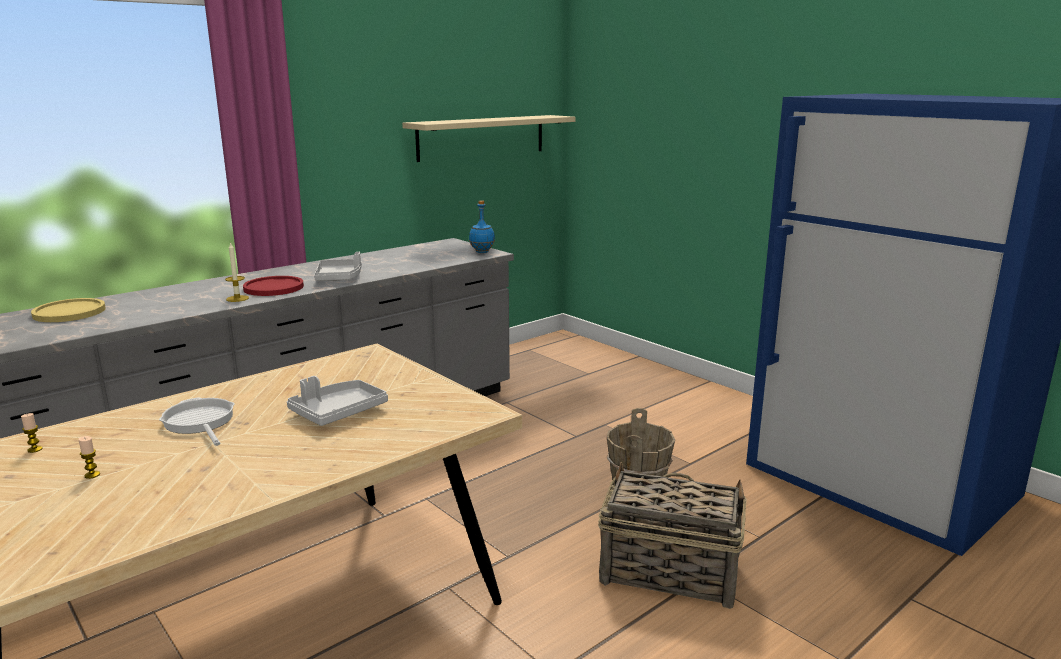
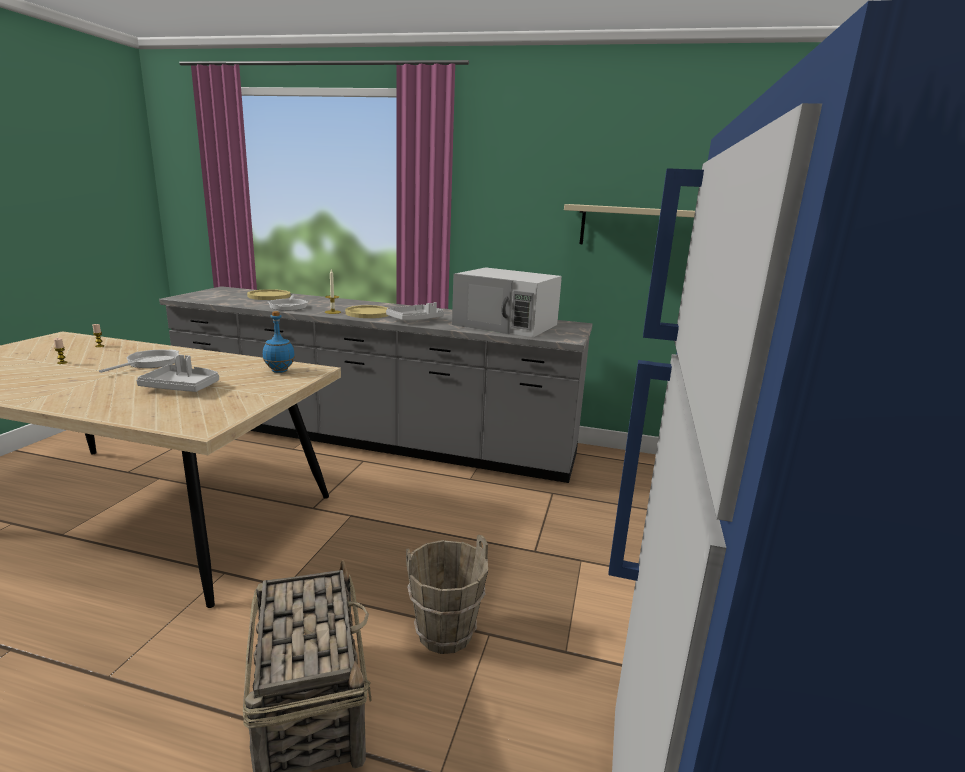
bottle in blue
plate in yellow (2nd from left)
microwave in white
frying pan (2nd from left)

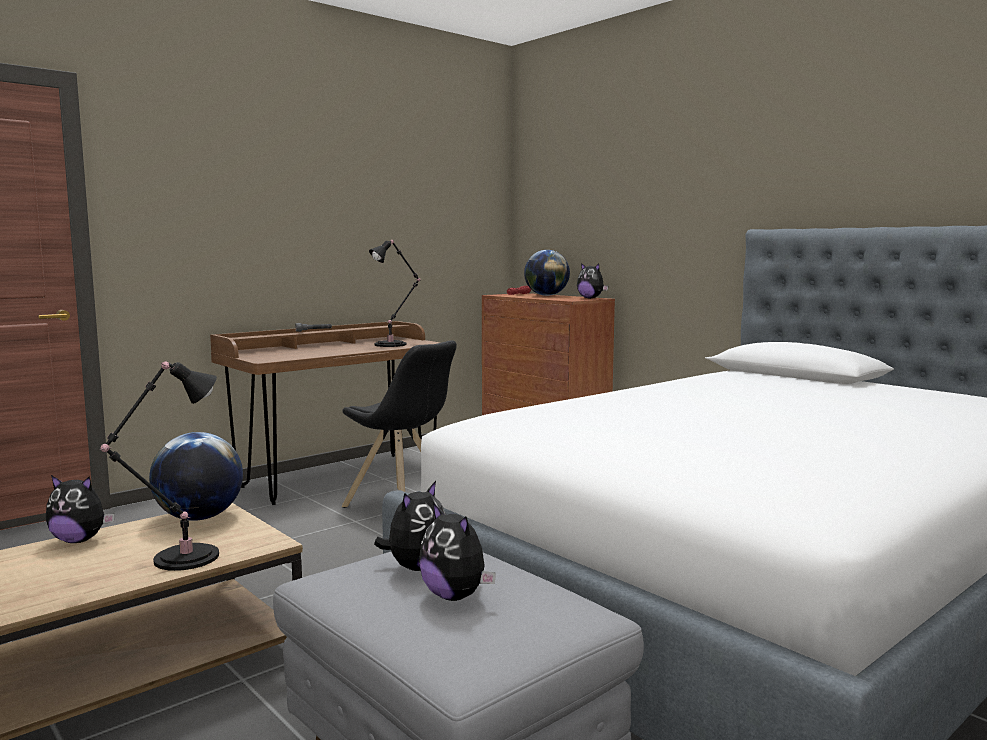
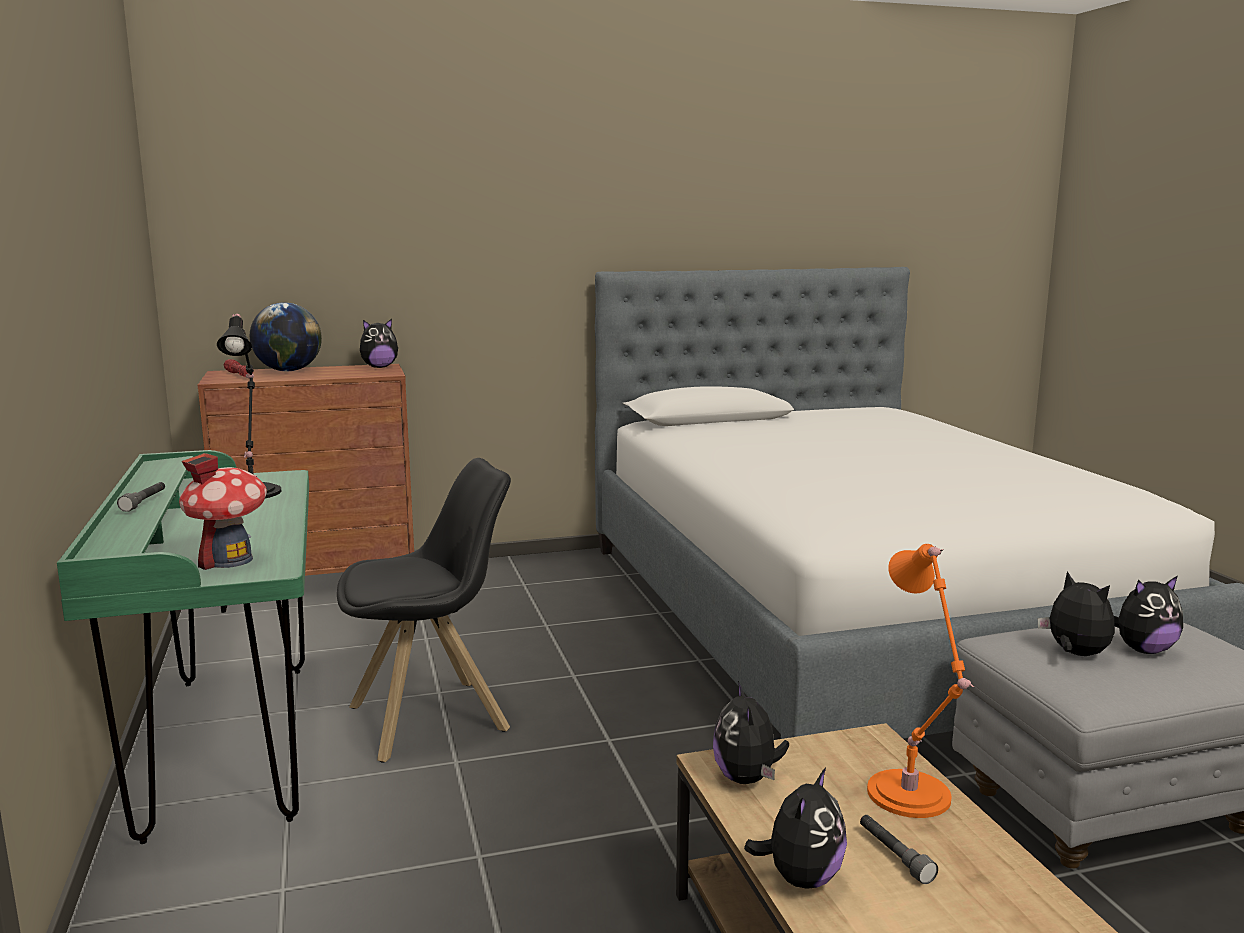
desk in green
table lamp in orange
plush toy (2nd from left)
toy house
flashlight in grey (2nd from left)

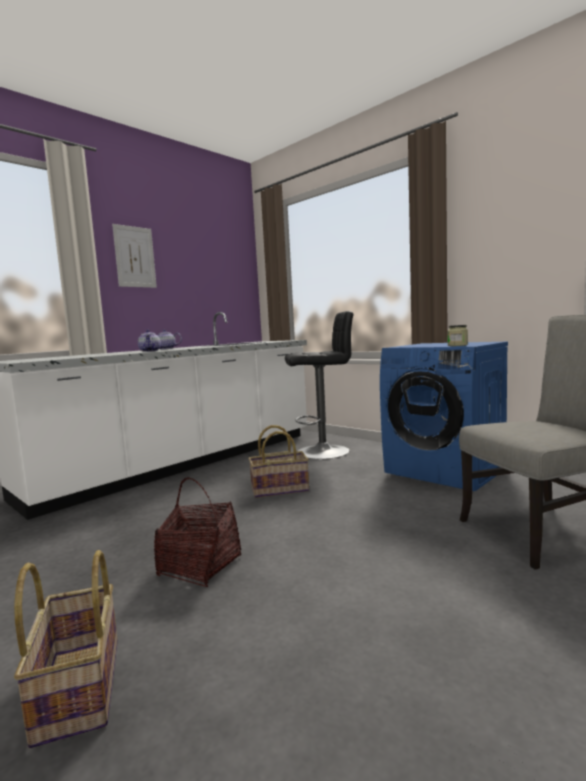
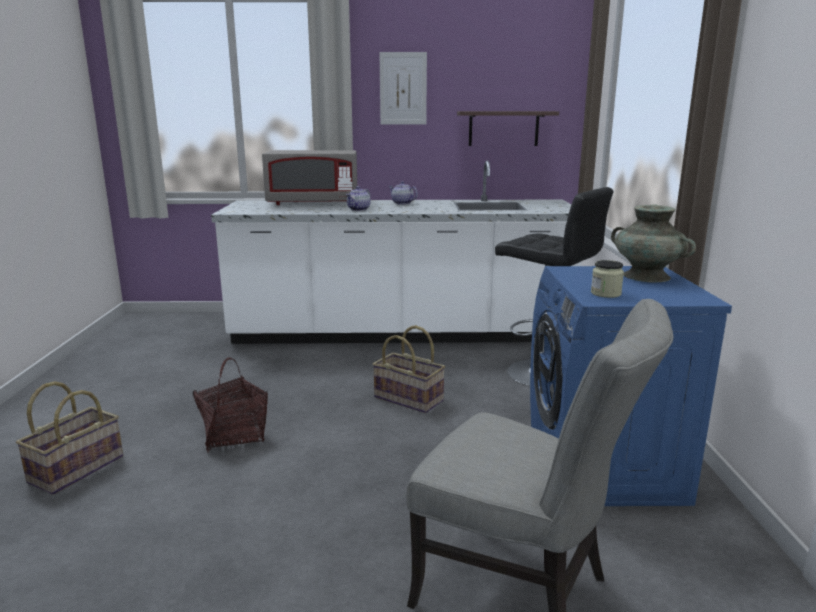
shelf
microwave in grey
vase in turquoise

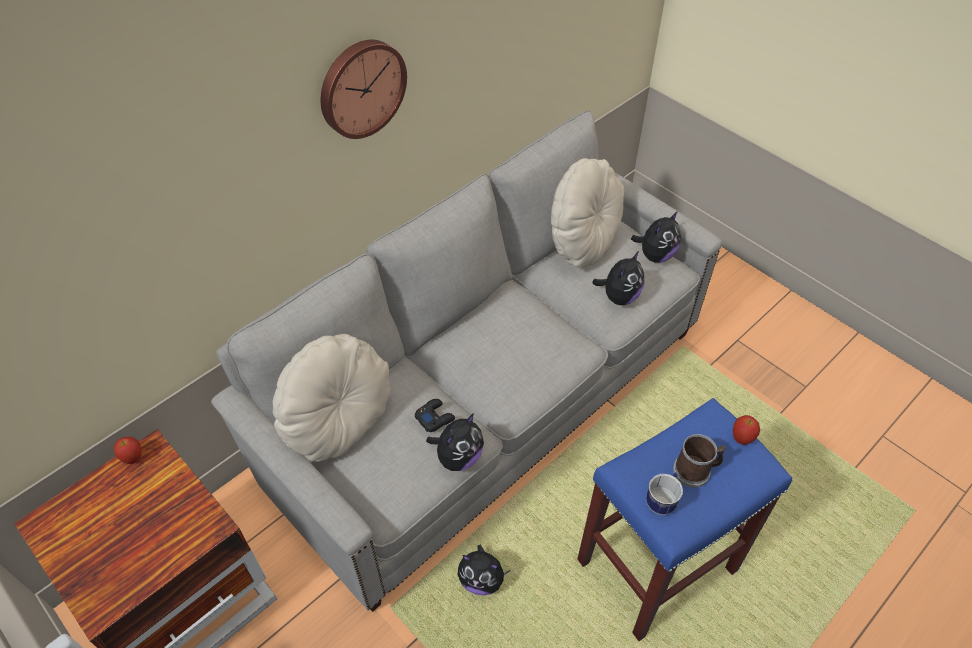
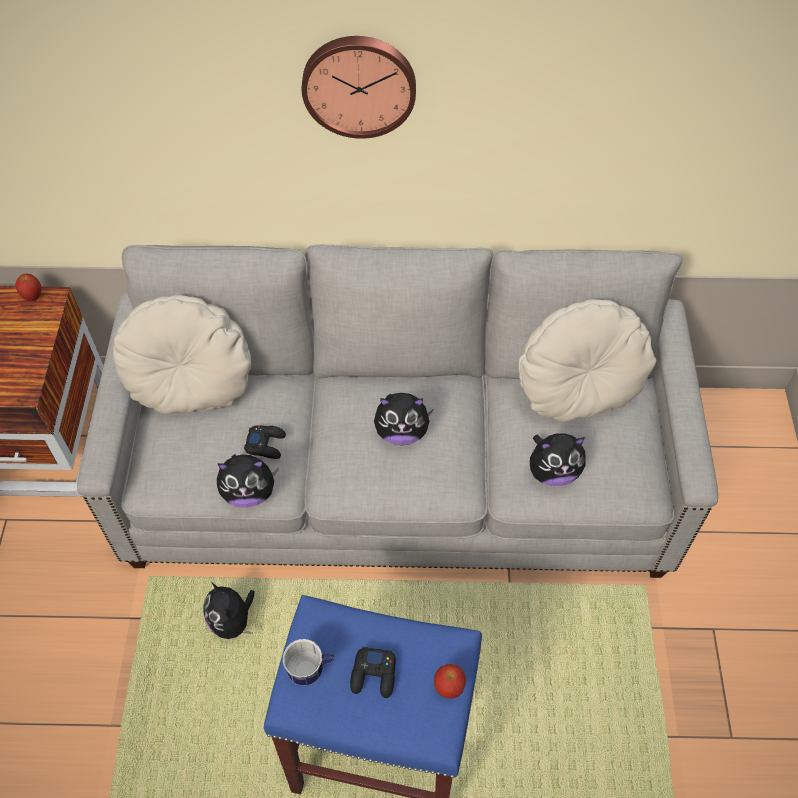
plush toy (3rd from left)
game controller in black (2nd from left)

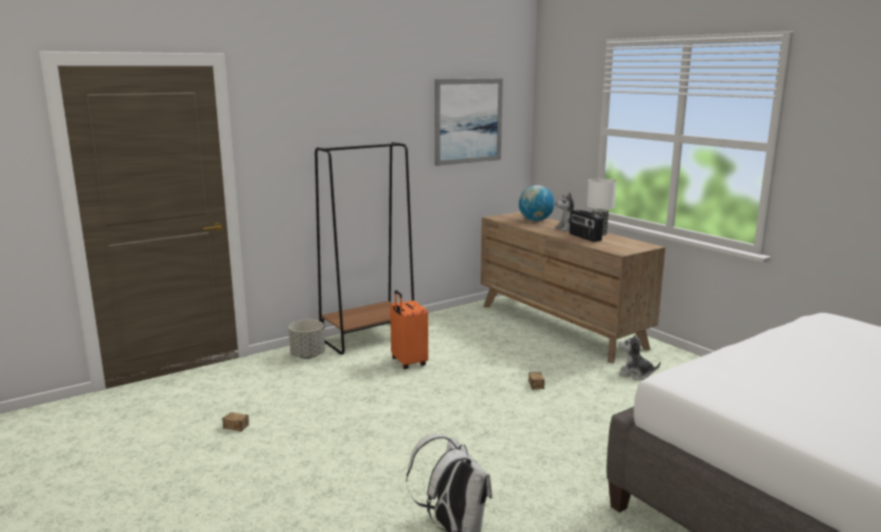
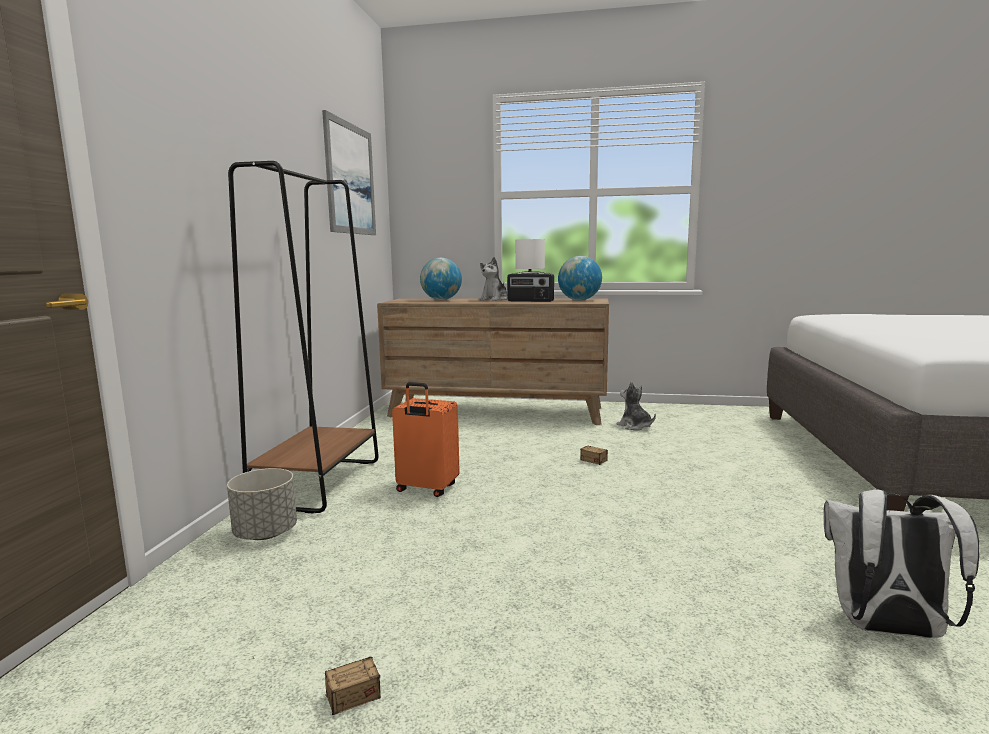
plush toy (2nd from left)
globe (2nd from left)

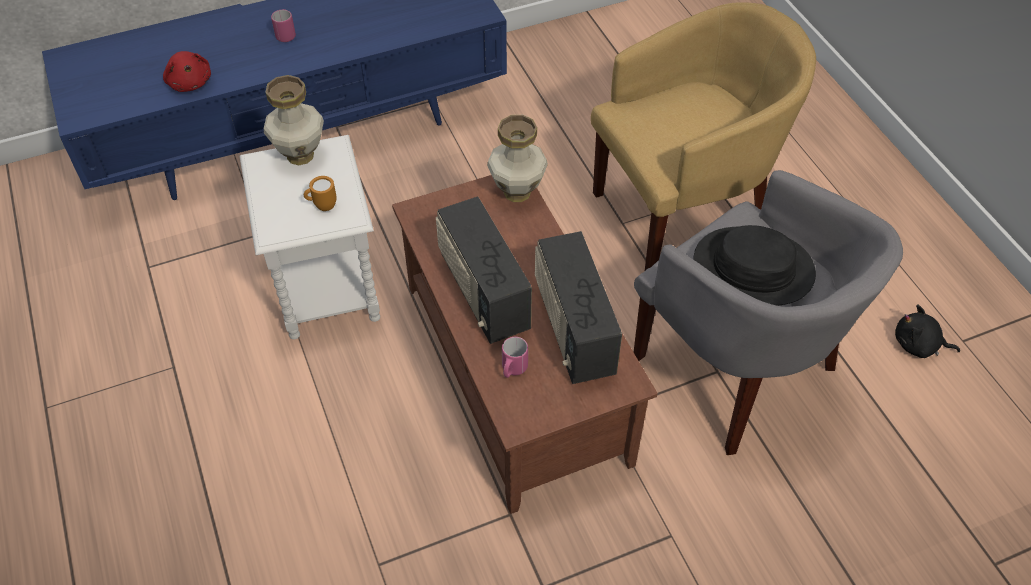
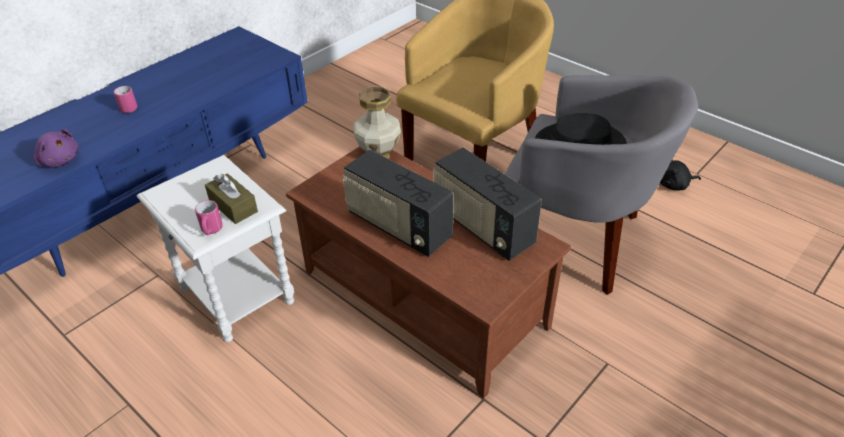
plush toy in purple
vase (1st from left in the first image)
tissue box in brown
mug in pink (2nd from left)

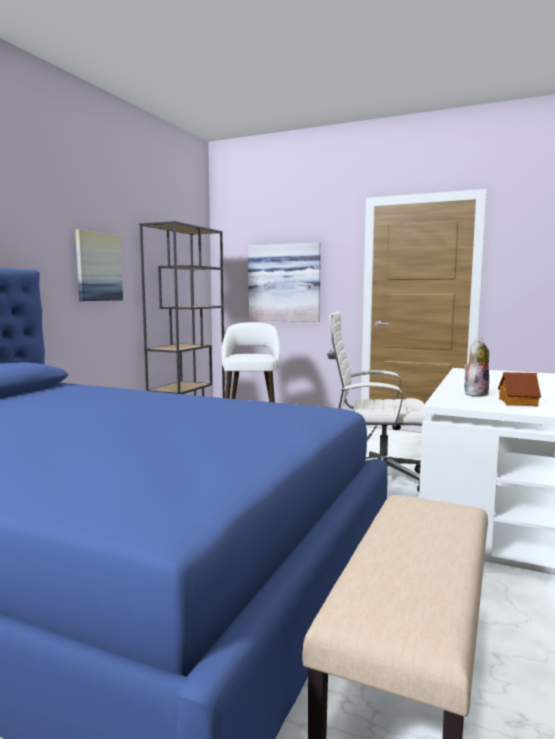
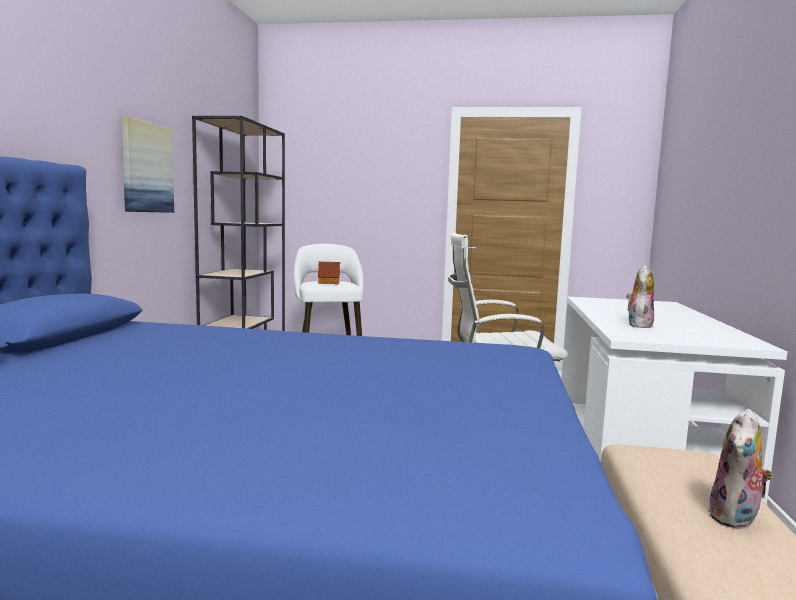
picture (2nd from left in the first image)
toy house
plush toy (2nd from left)

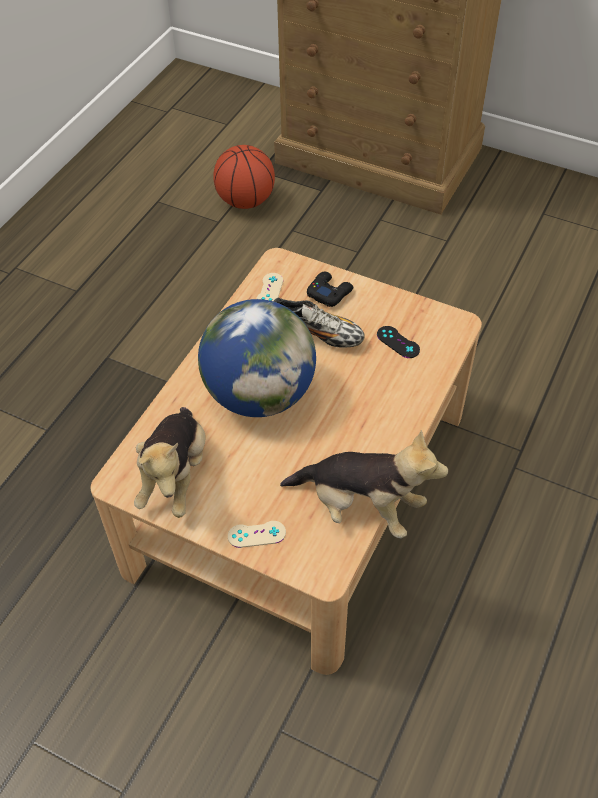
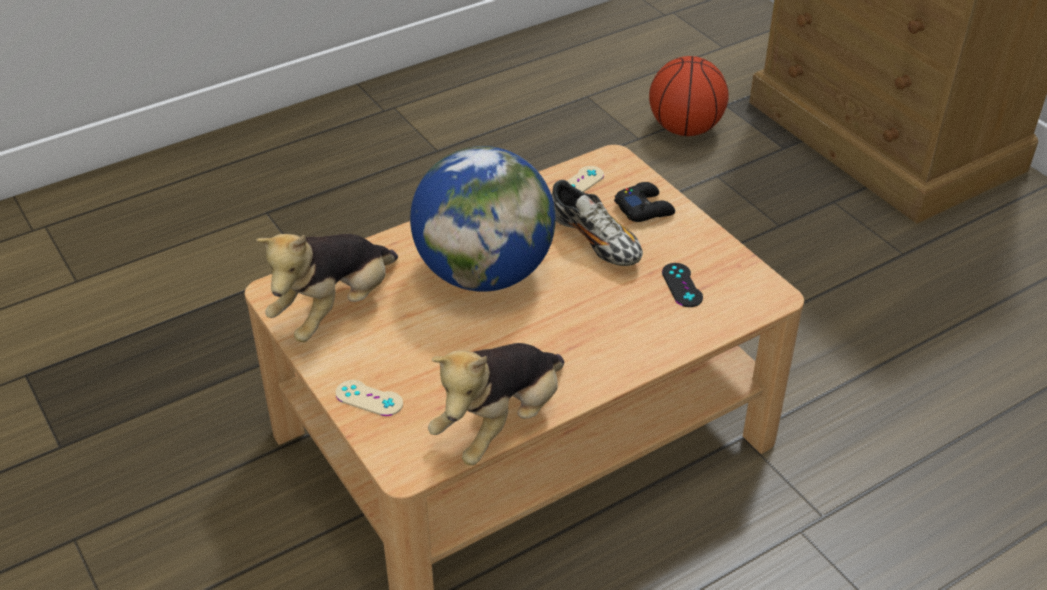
plush toy (2nd from left)

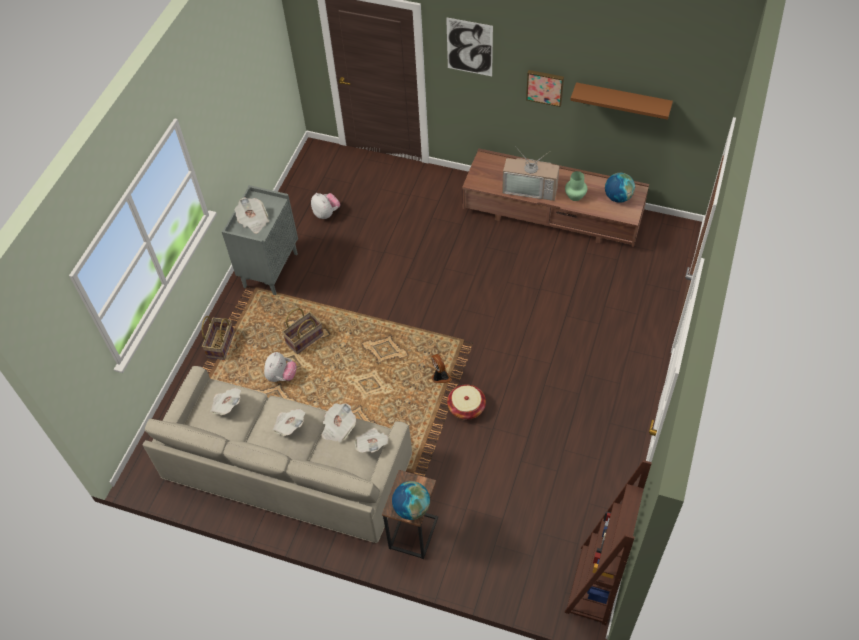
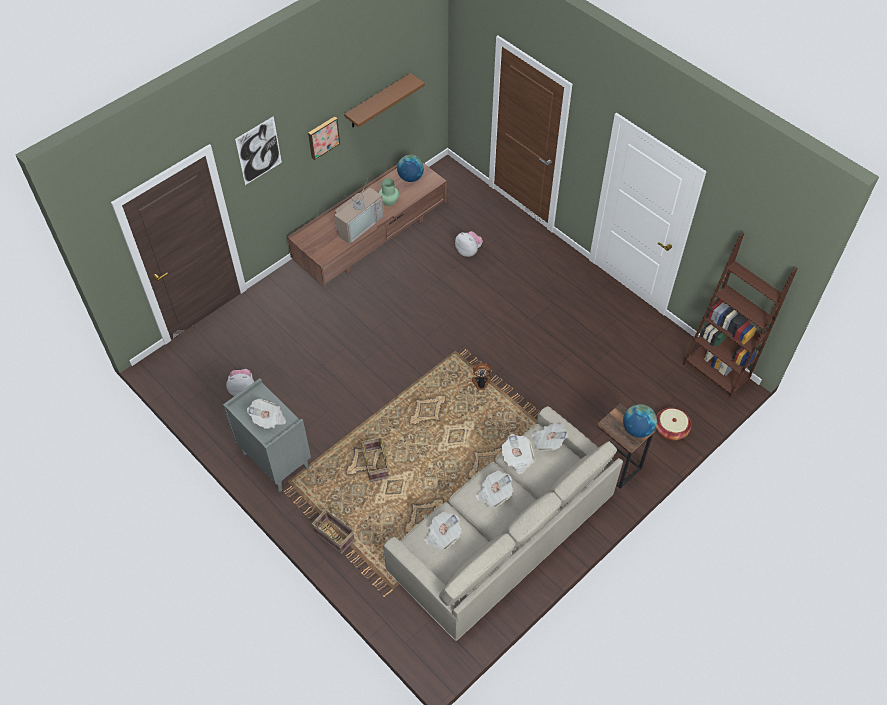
plush toy (2nd from left)
basket (3rd from left)

